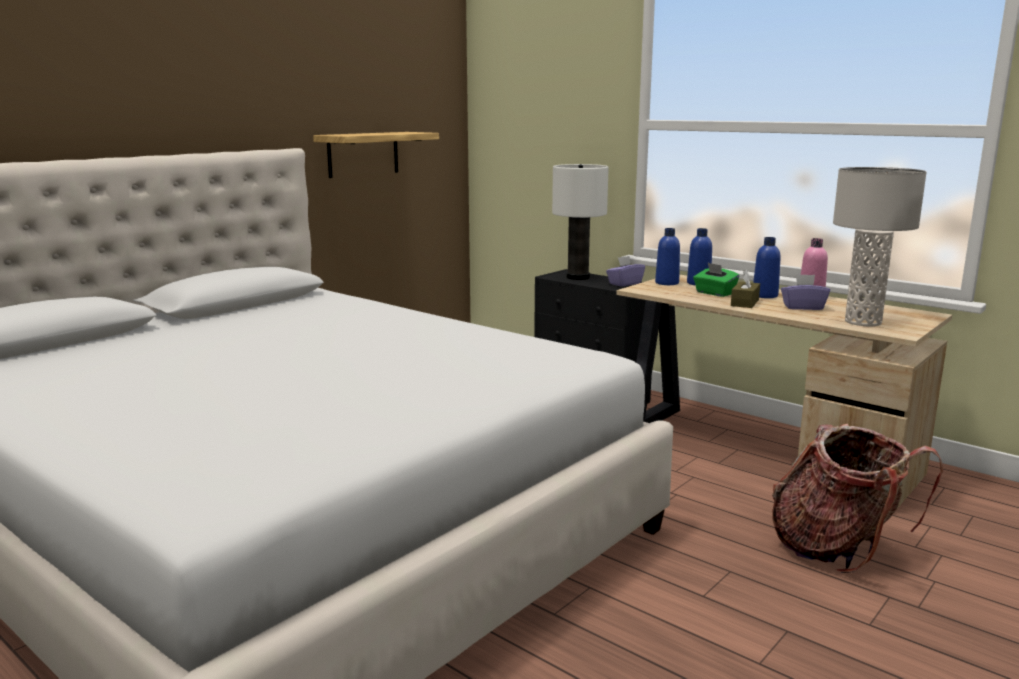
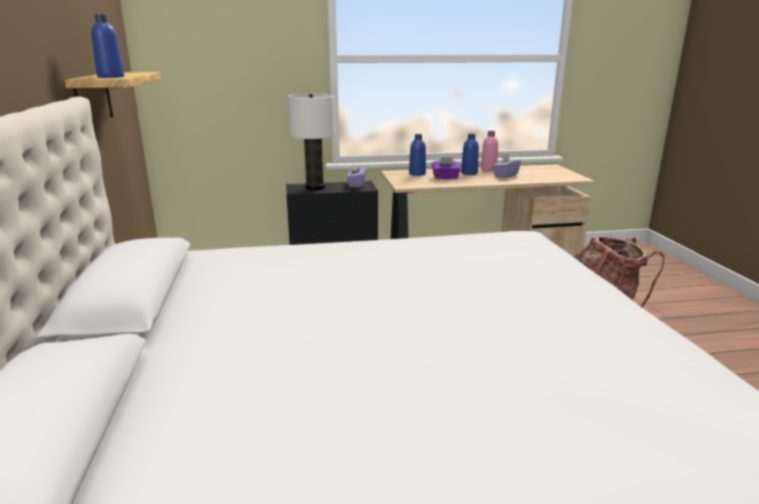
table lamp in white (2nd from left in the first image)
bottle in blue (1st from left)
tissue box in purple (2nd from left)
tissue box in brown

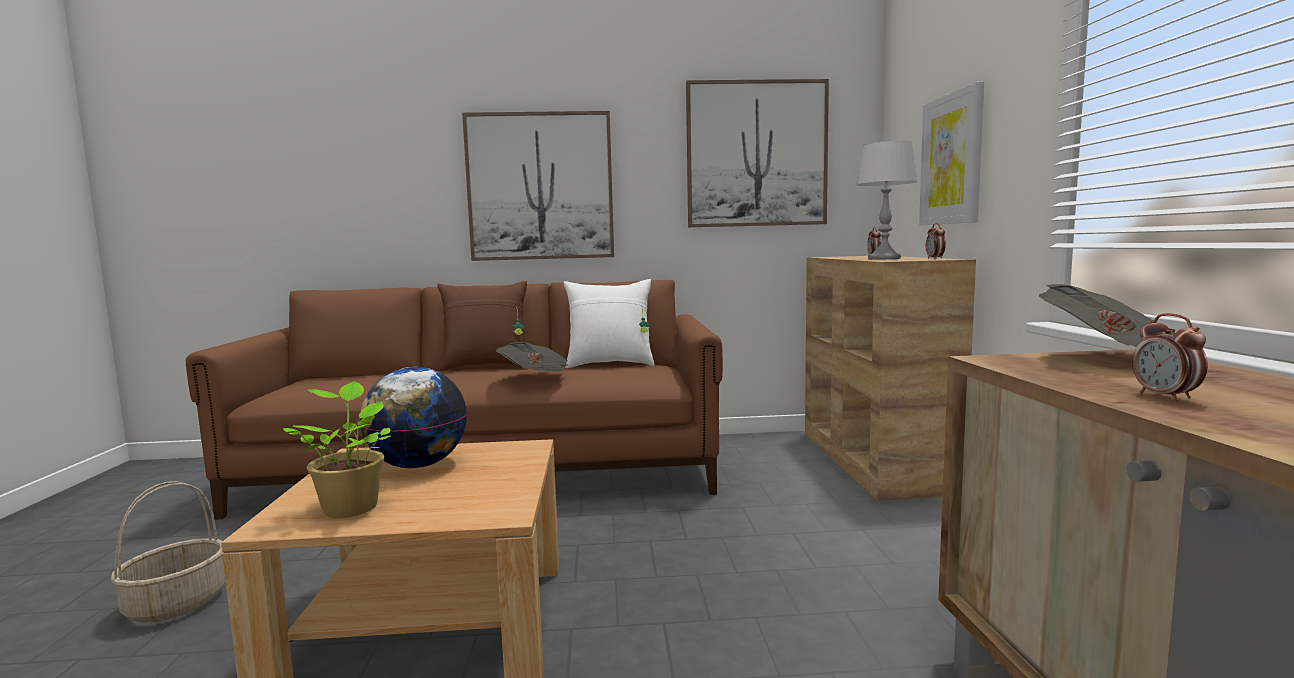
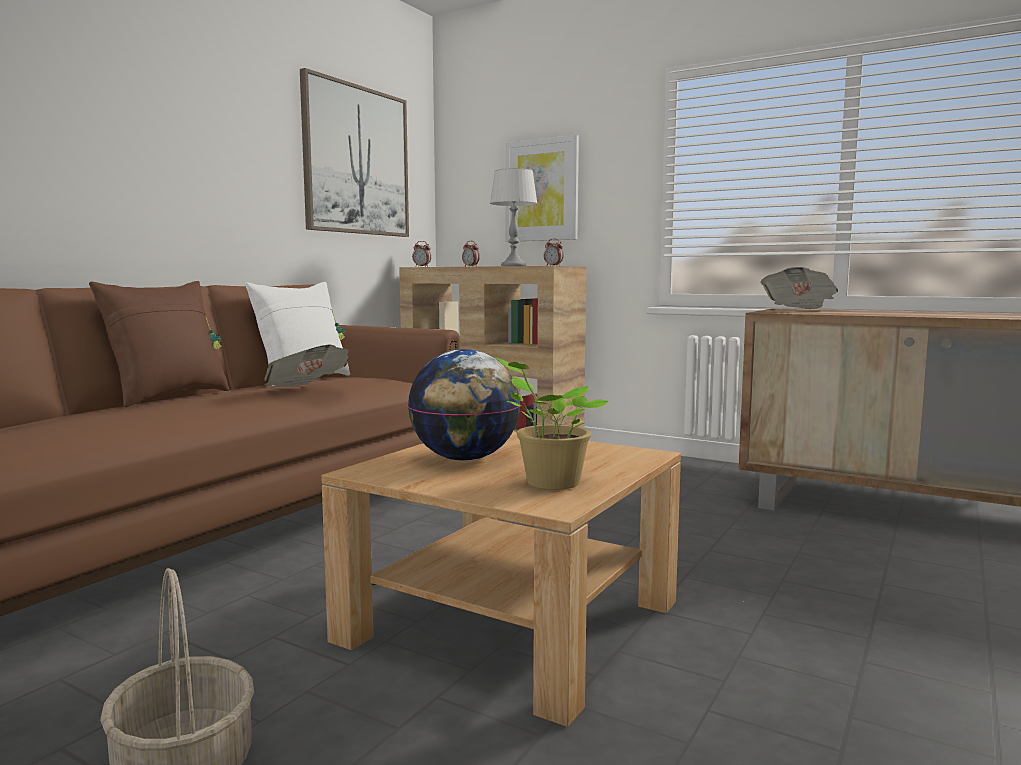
picture (1st from left in the first image)
alarm clock (1st from left)

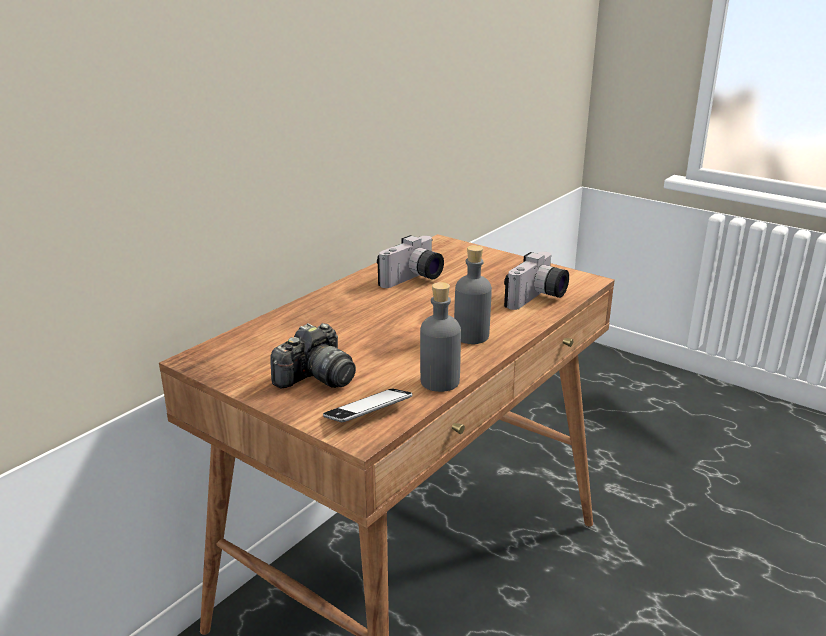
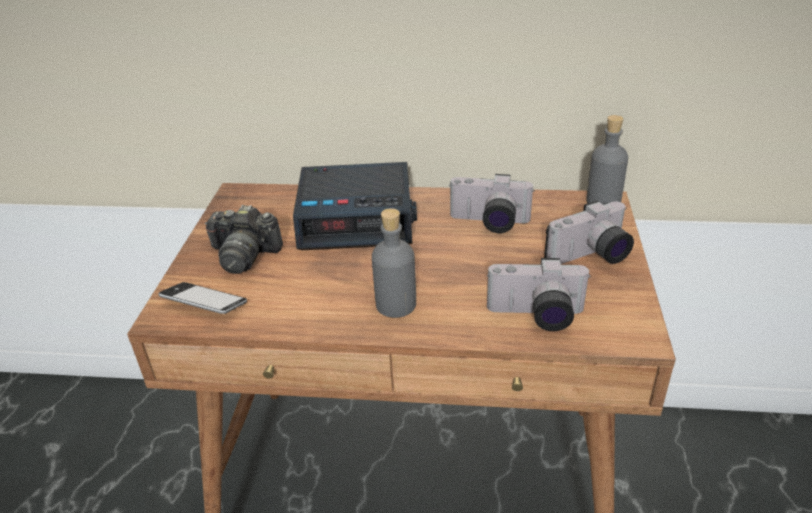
bottle in grey (2nd from left)
alarm clock
photo camera (4th from left)

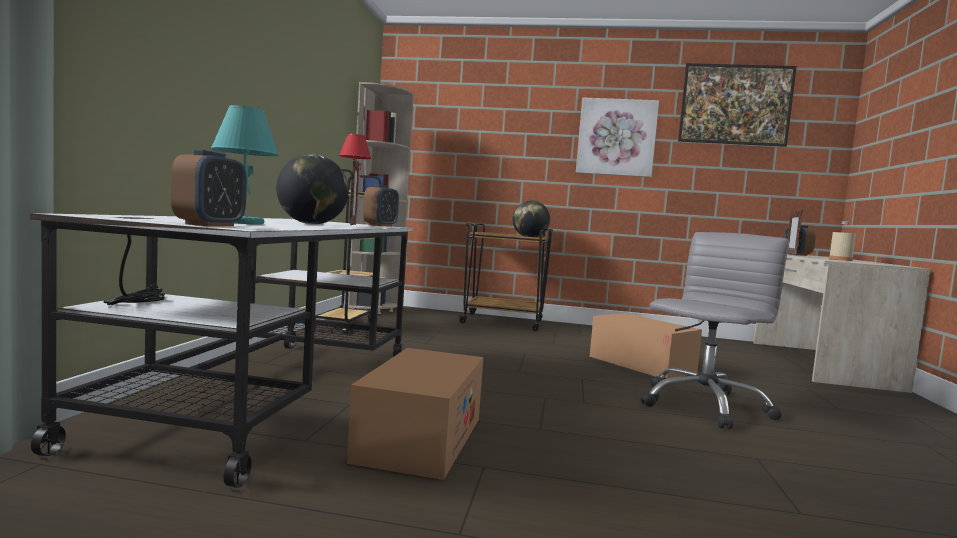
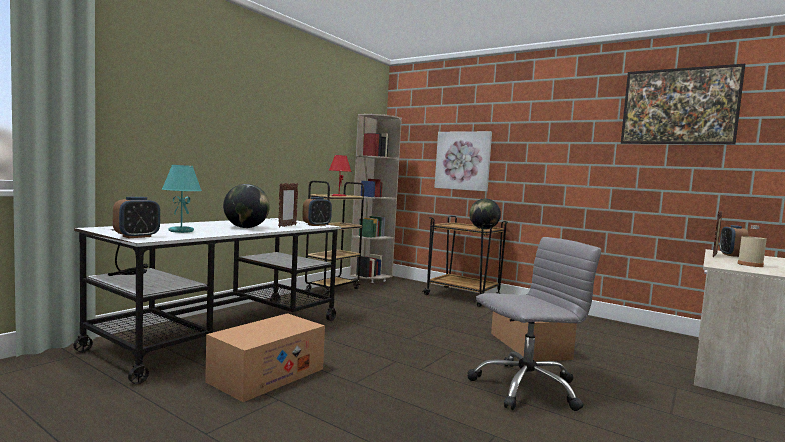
picture (1st from left)

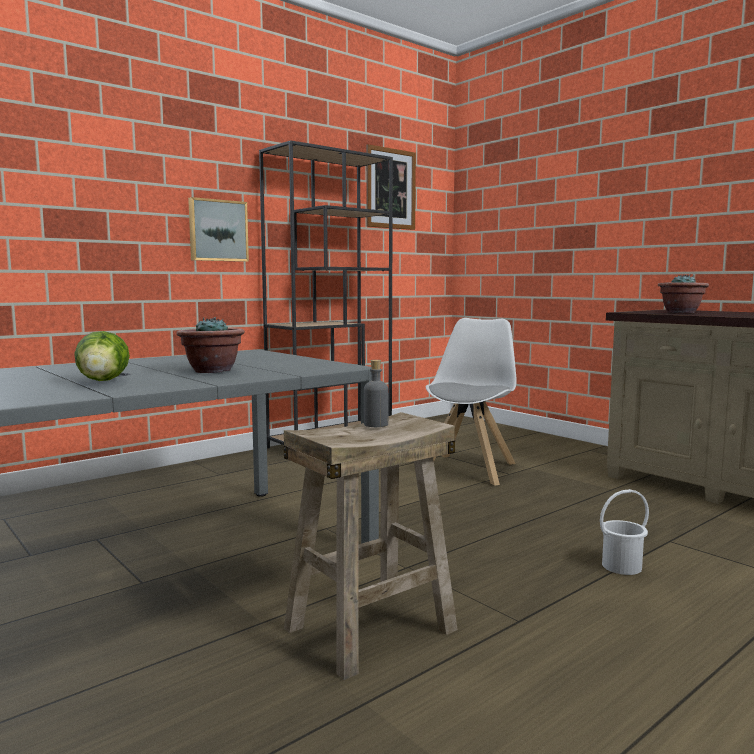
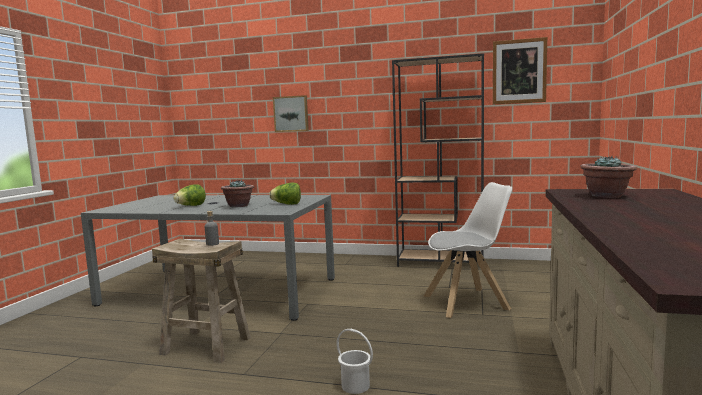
picture (1st from left)
lettuce (2nd from left)

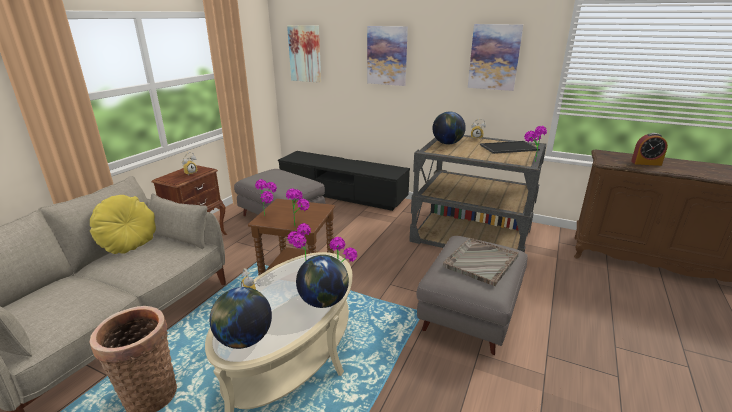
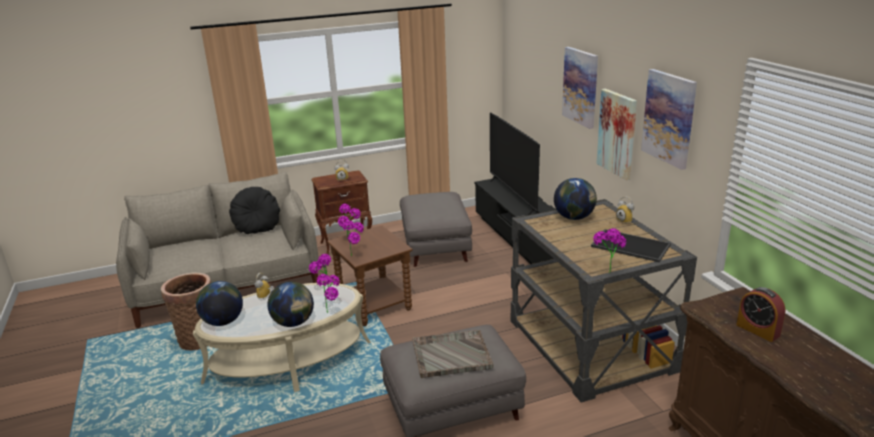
picture (2nd from left)
pillow in black
television

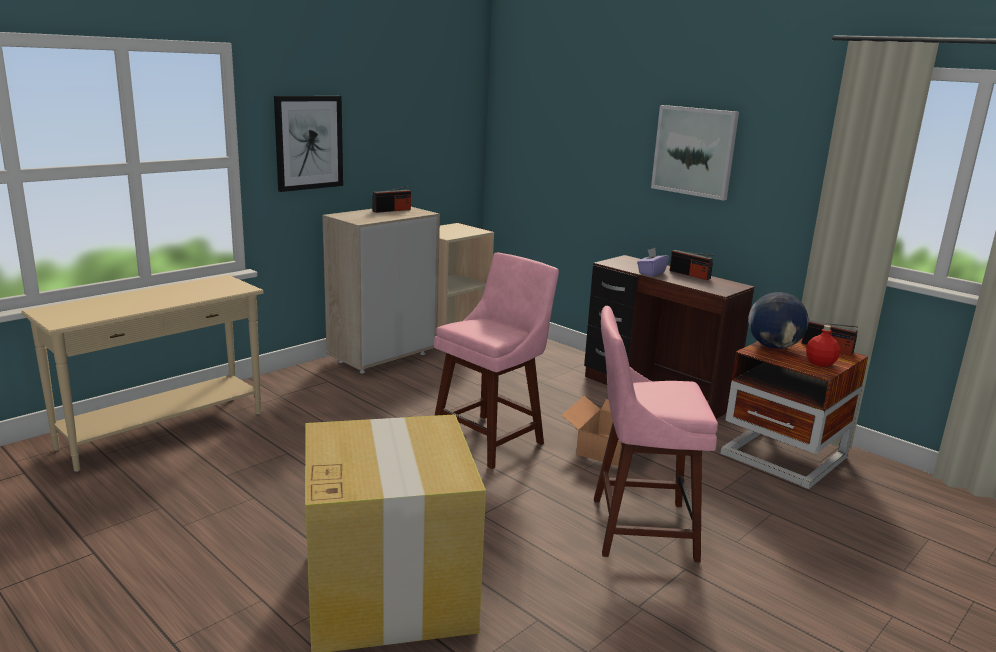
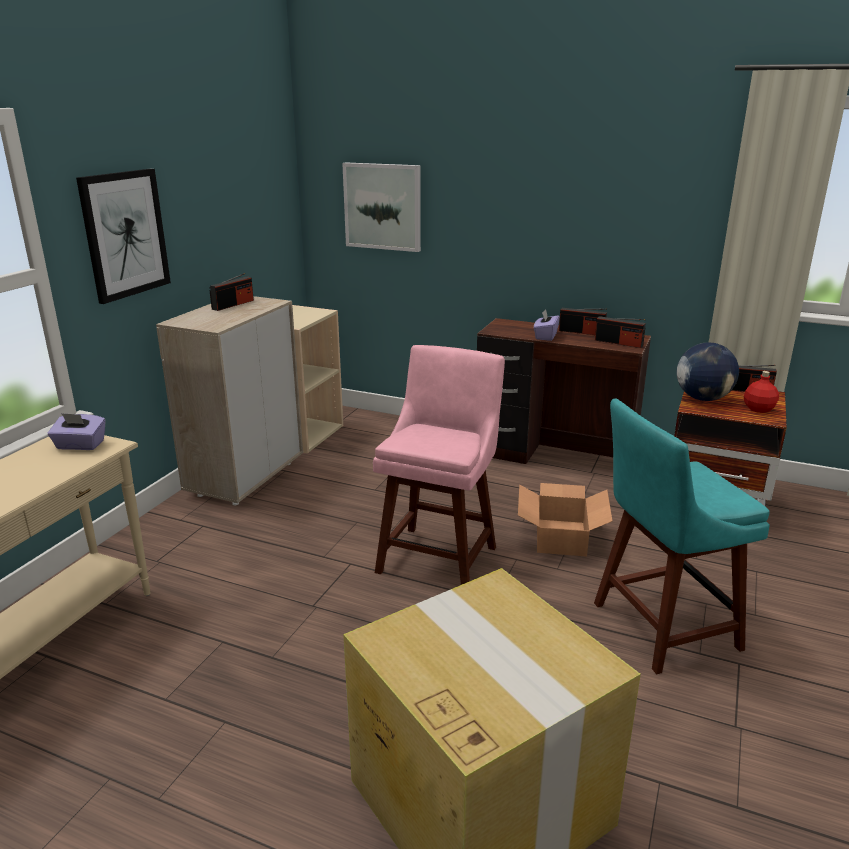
picture (2nd from left)
chair in turquoise
radio (3rd from left)
tissue box in purple (1st from left)

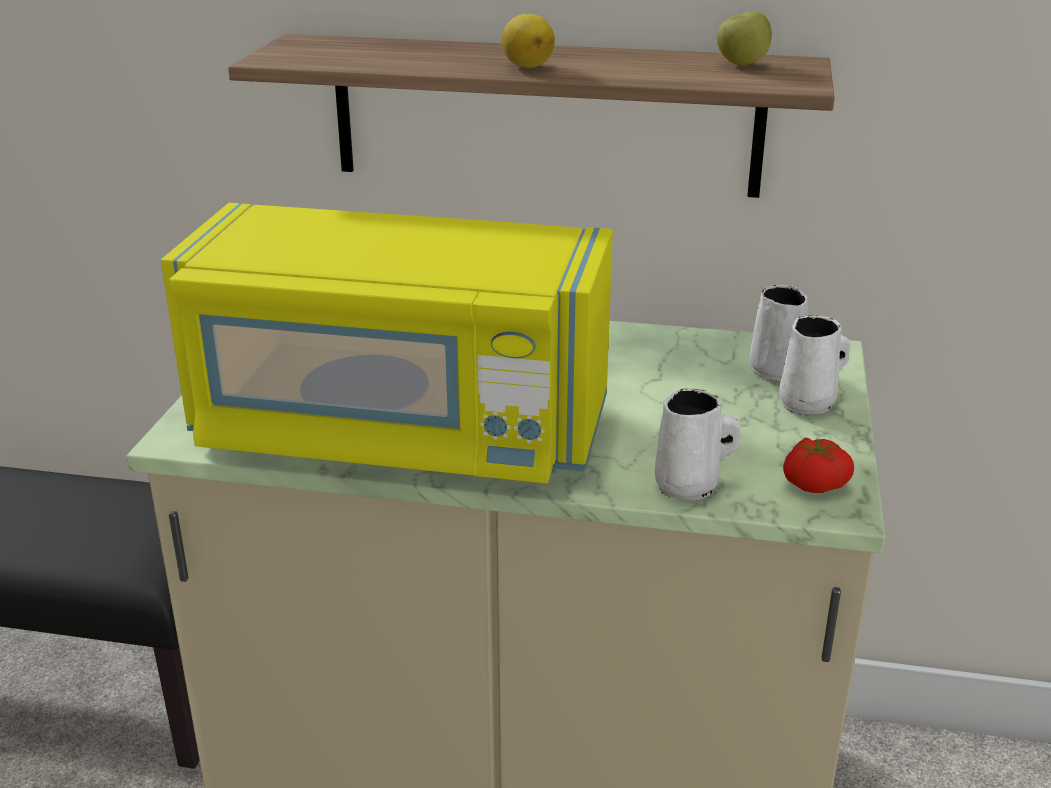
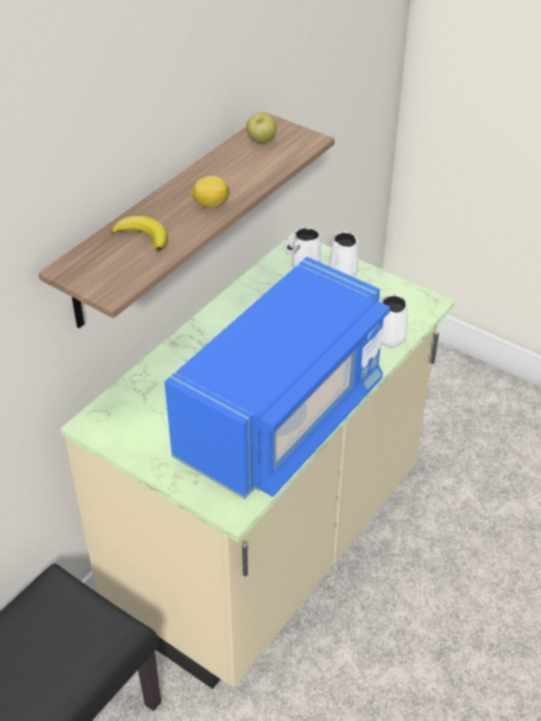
microwave in blue
tomato
banana

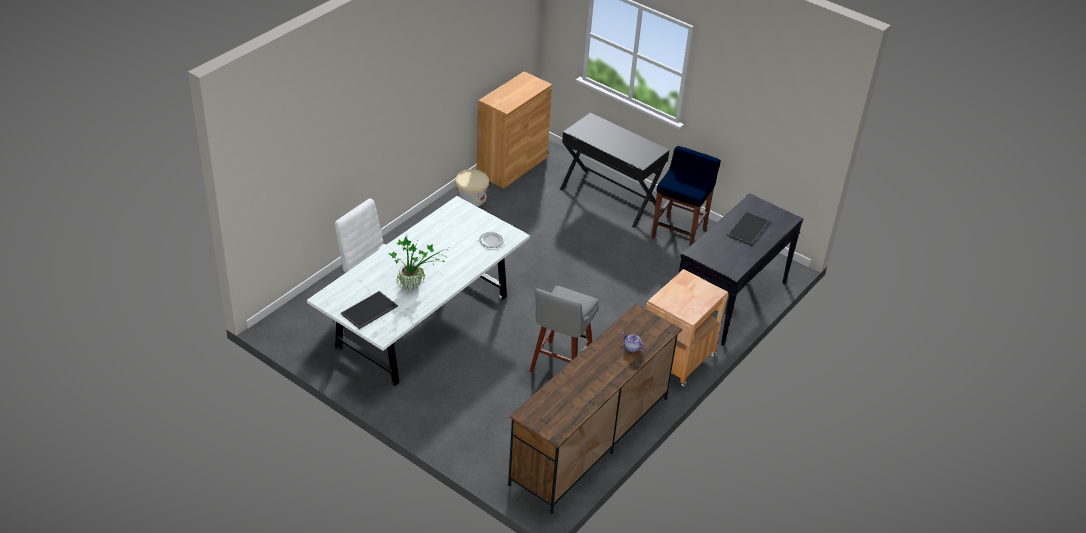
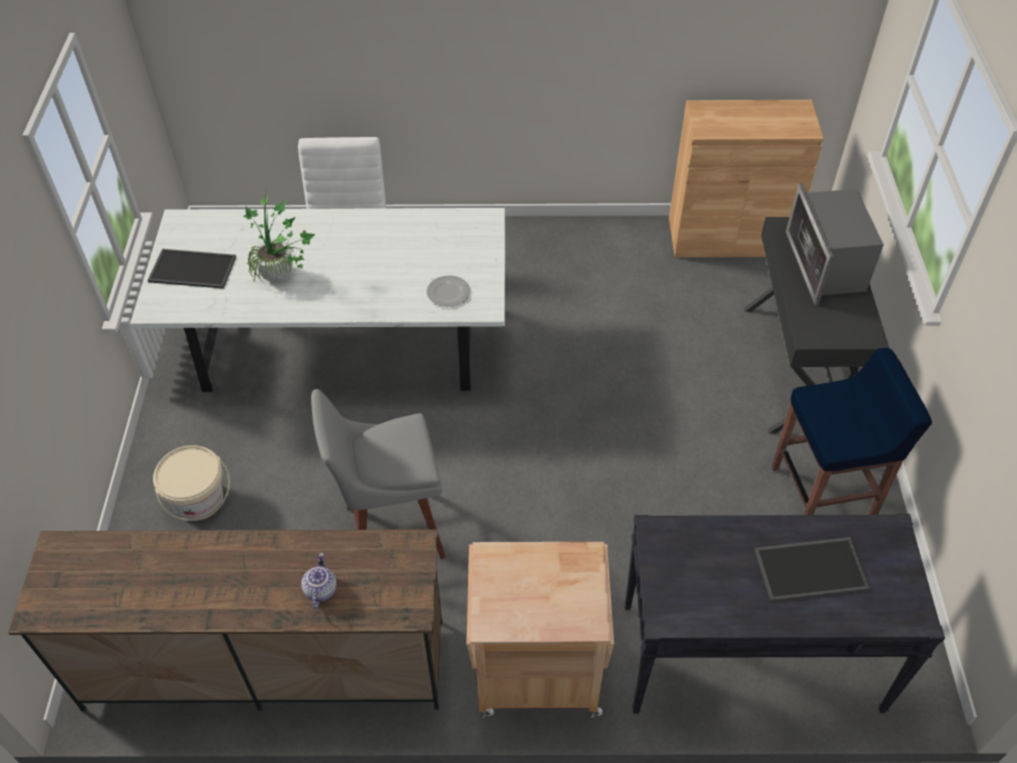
bucket in beige
microwave

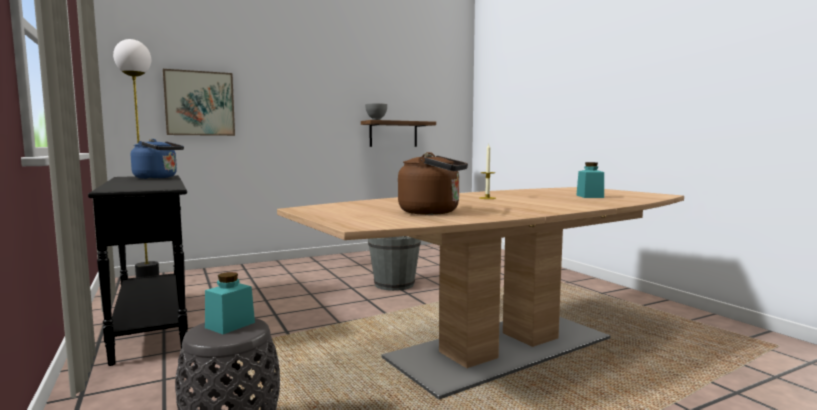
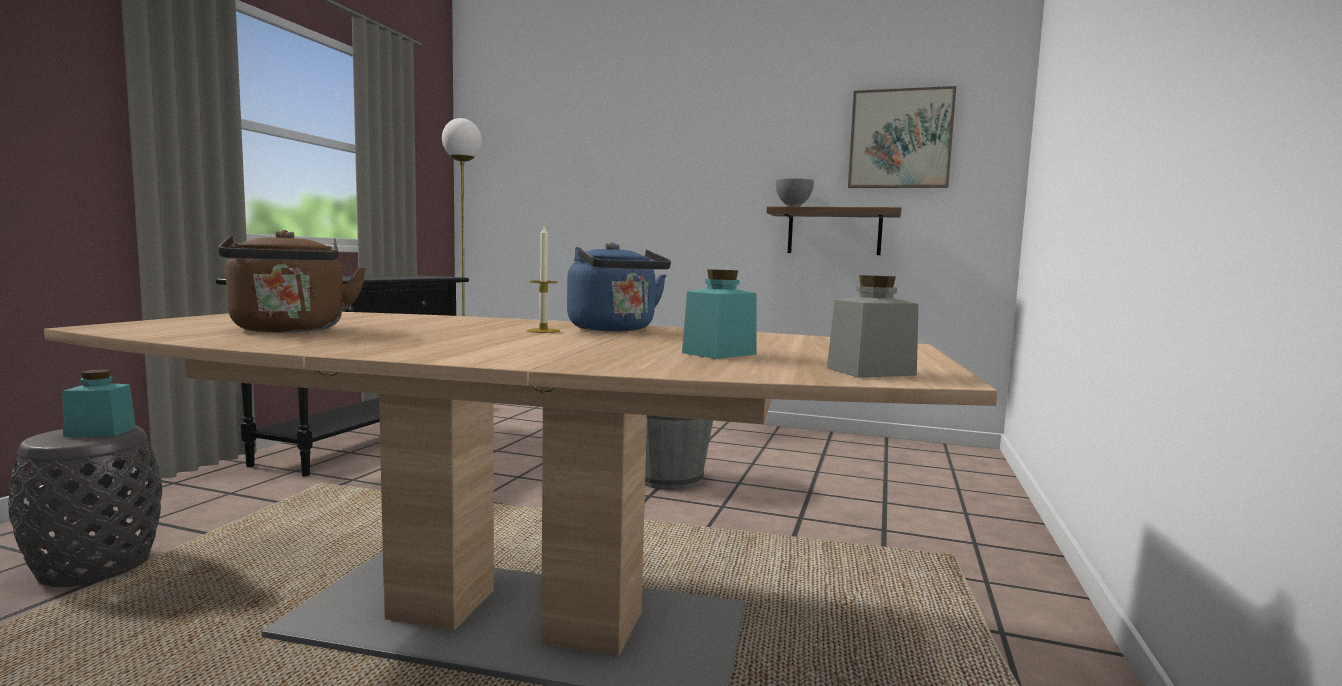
picture
kettle in blue
jar in grey

